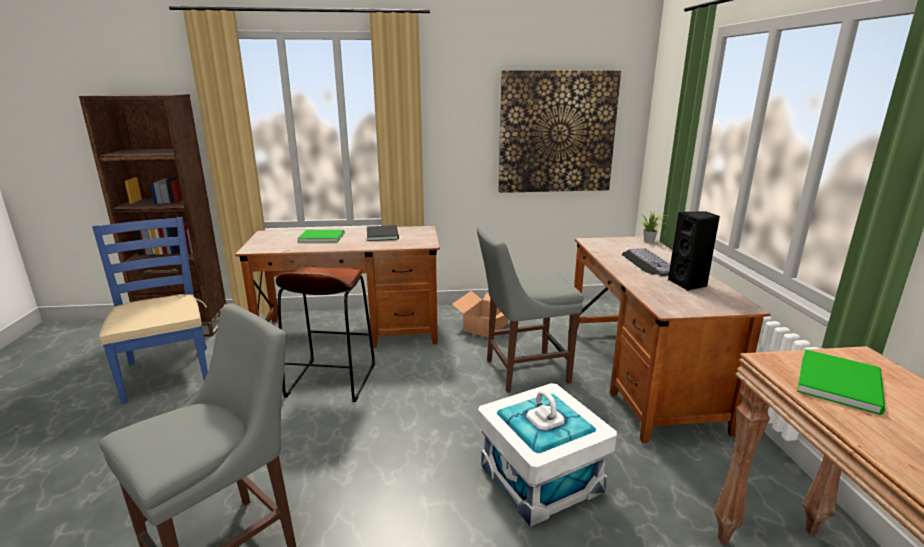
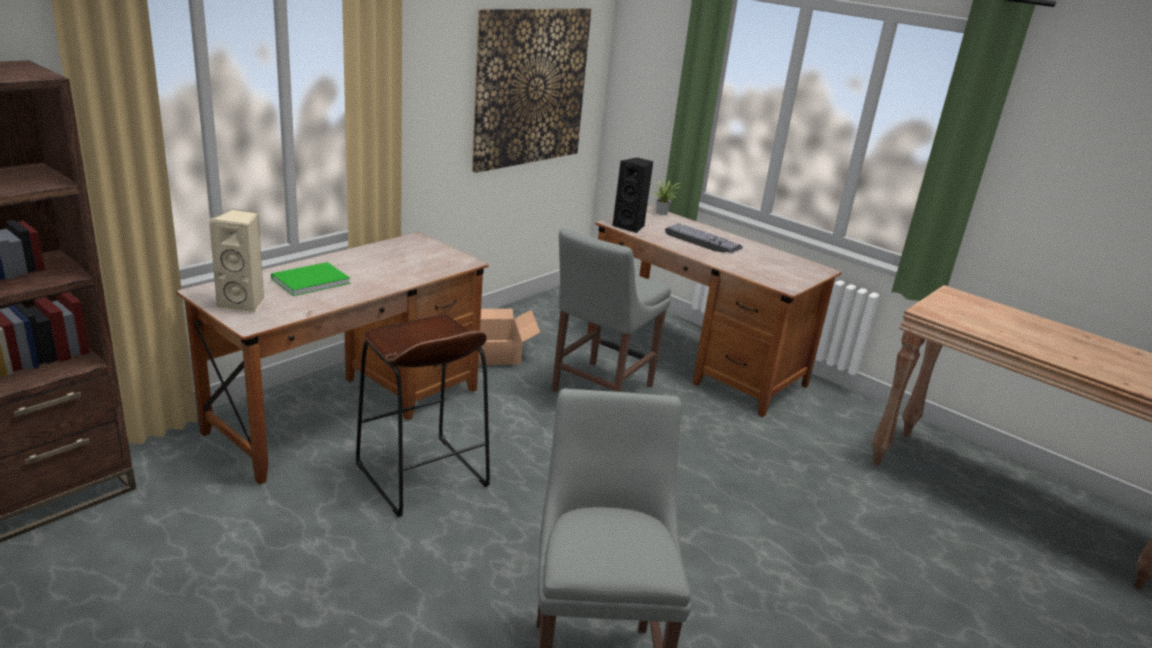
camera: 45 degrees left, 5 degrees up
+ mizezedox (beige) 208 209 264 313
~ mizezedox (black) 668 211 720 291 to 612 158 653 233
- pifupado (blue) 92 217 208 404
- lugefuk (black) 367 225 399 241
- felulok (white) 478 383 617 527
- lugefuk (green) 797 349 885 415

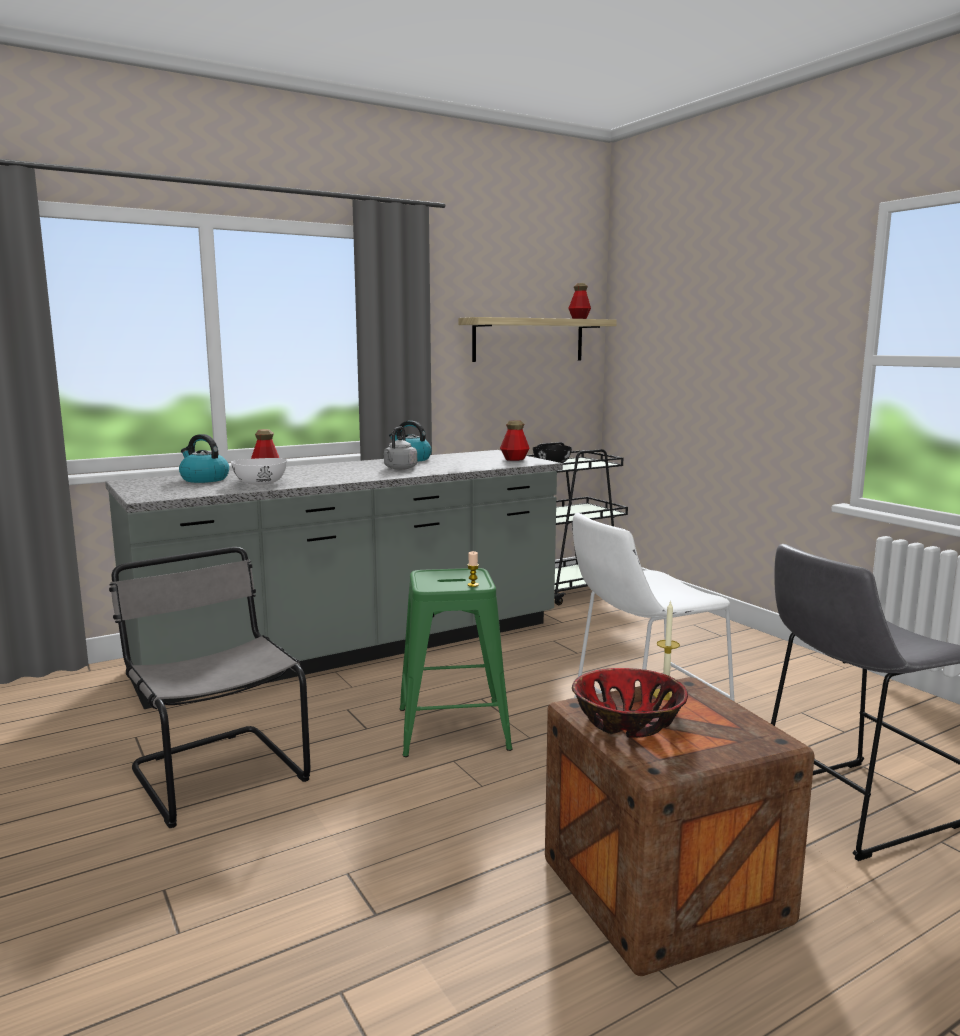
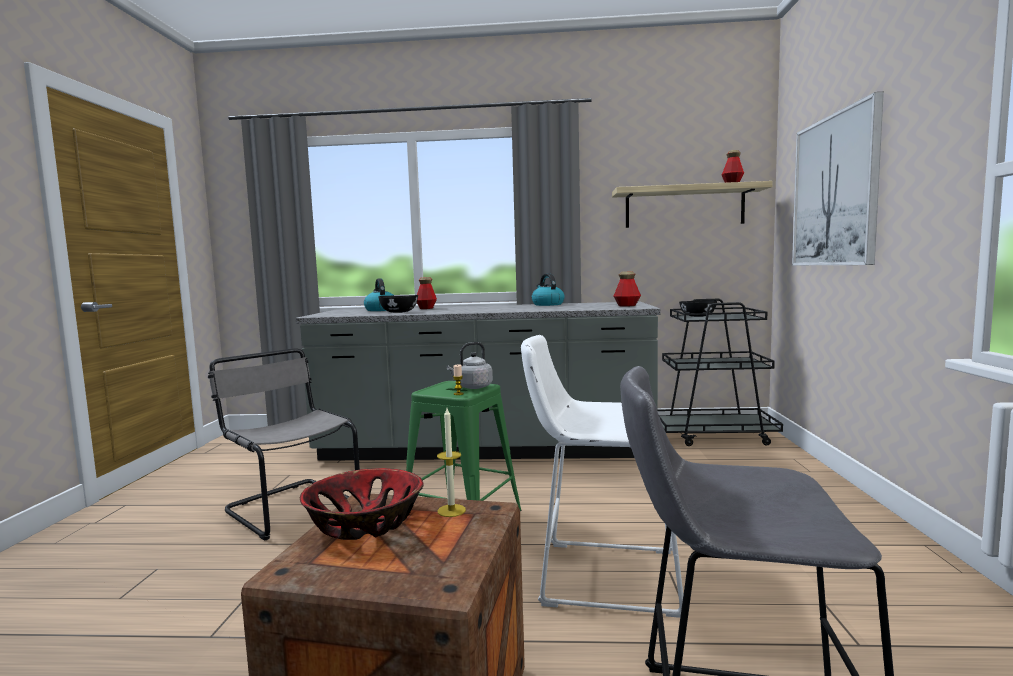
camera: 35 degrees right, 5 degrees down
~ pifupado (grey) 109 547 310 828 = 208 348 360 540 45 degrees counterclockwise
~ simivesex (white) 231 458 287 485 to simivesex (black) 378 295 418 313
~ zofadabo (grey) 384 426 417 470 to 446 342 493 389
+ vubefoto 792 91 884 265

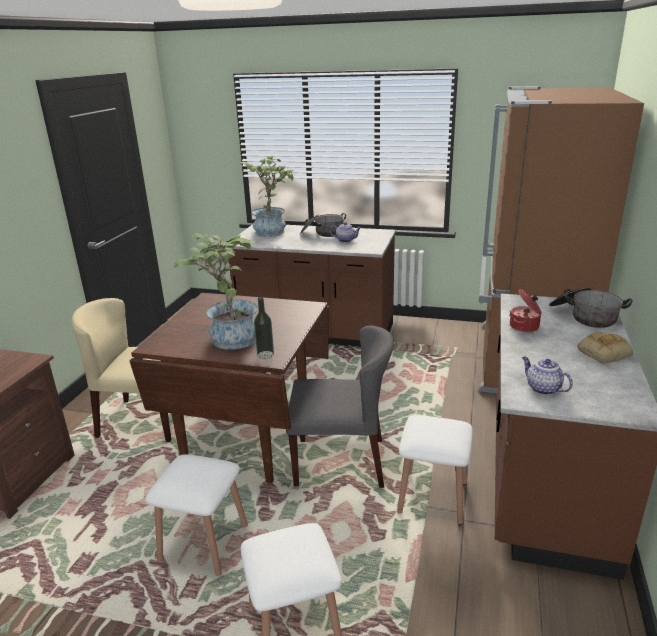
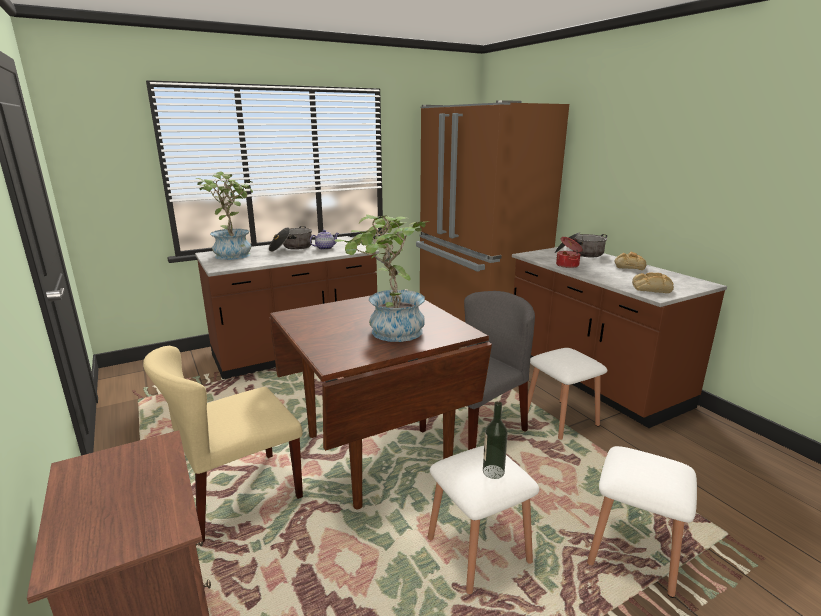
camera: 45 degrees left, 5 degrees down
~ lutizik 254 297 274 359 to 483 401 508 479
~ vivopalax 522 356 573 395 to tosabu 632 273 674 293

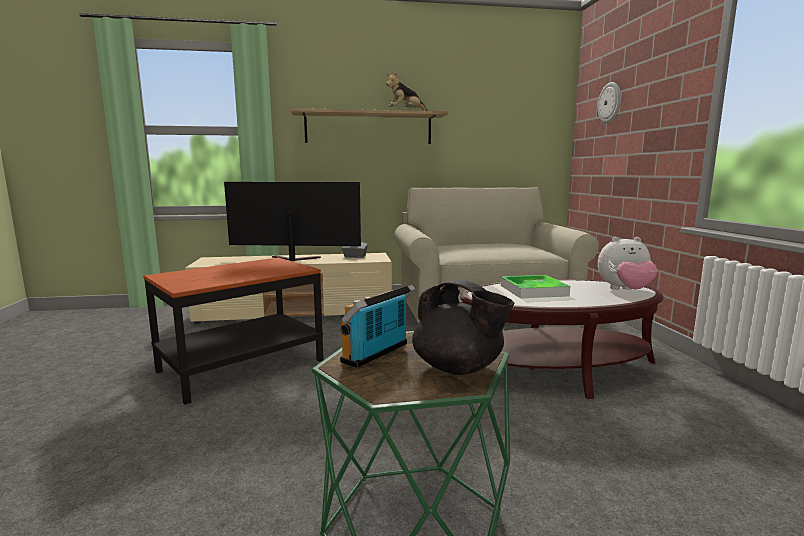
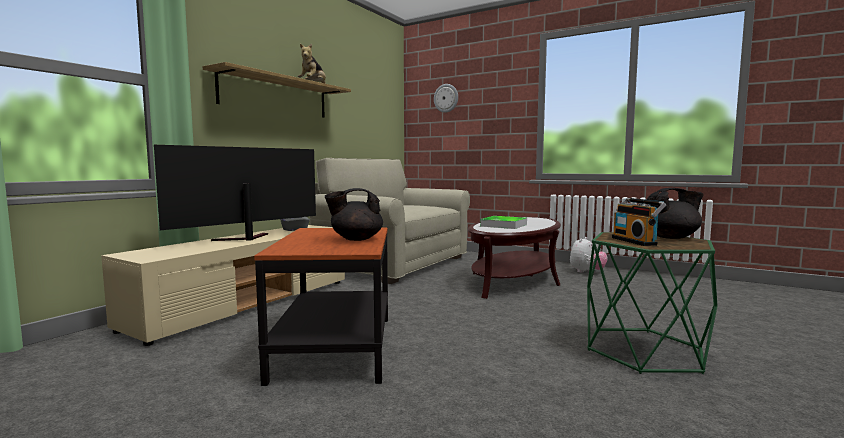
camera: 50 degrees left, 5 degrees down
+ vivopalax (black) 325 188 383 241
~ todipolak 598 237 657 290 to 570 237 608 273

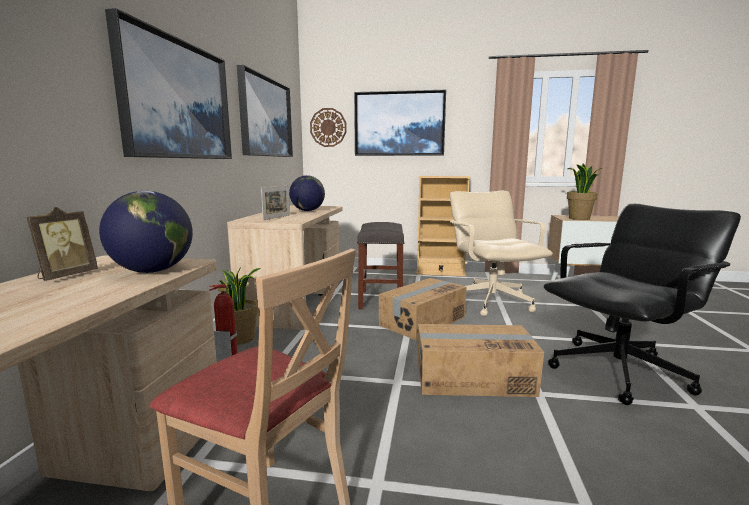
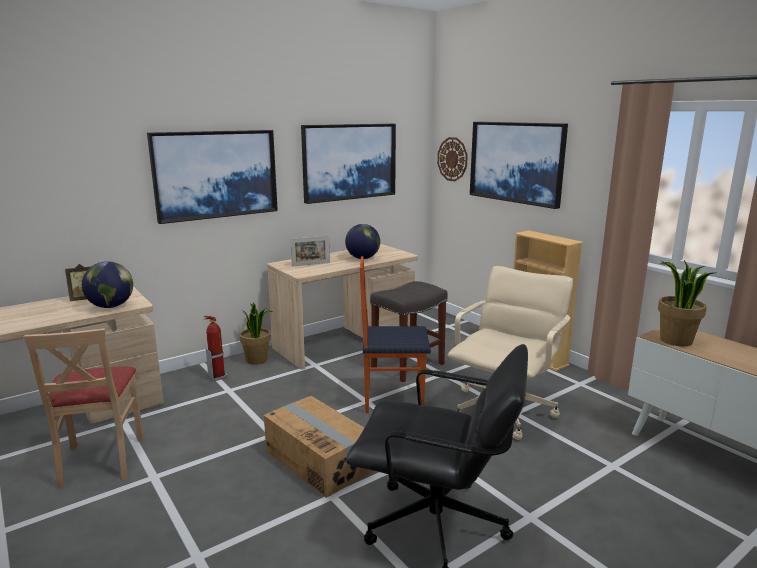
camera: 45 degrees right, 5 degrees up
~ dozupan 379 278 467 340 to pifupado 360 256 431 413

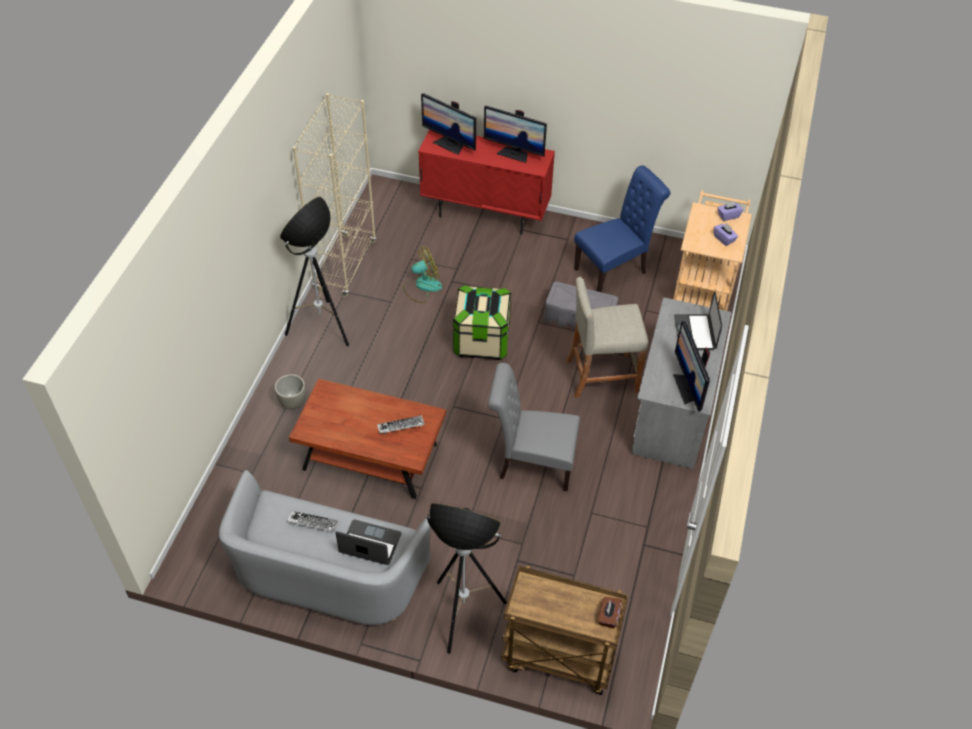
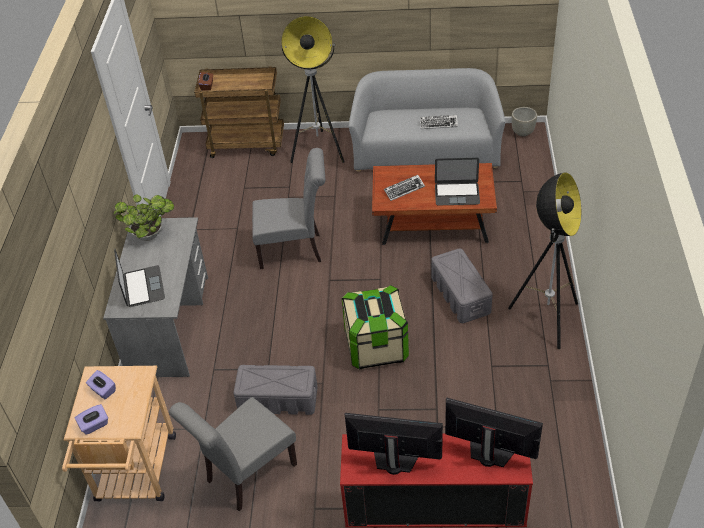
camera: 170 degrees right, 5 degrees down
~ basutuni 673 321 710 412 to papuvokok 114 195 174 241
~ pifupado (blue) 574 165 671 292 to pifupado (grey) 169 397 297 511
+ felulok (grey) 431 248 493 323
~ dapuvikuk 335 520 402 565 to 435 158 480 205
~ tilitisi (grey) 275 374 306 409 to 512 107 537 137
- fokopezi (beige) 293 93 377 297
- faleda 403 246 442 303
- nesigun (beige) 566 277 649 398

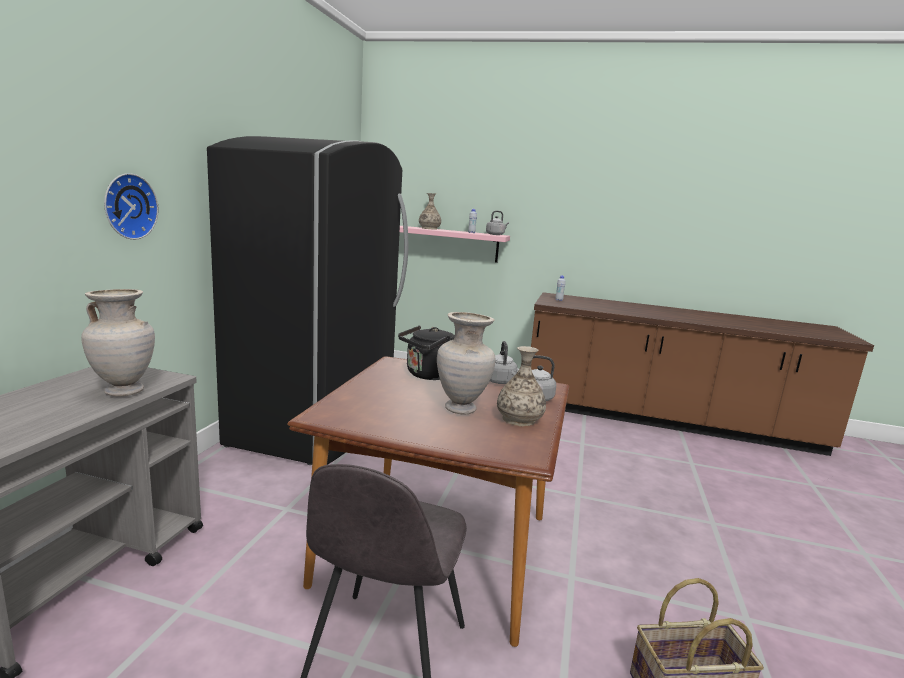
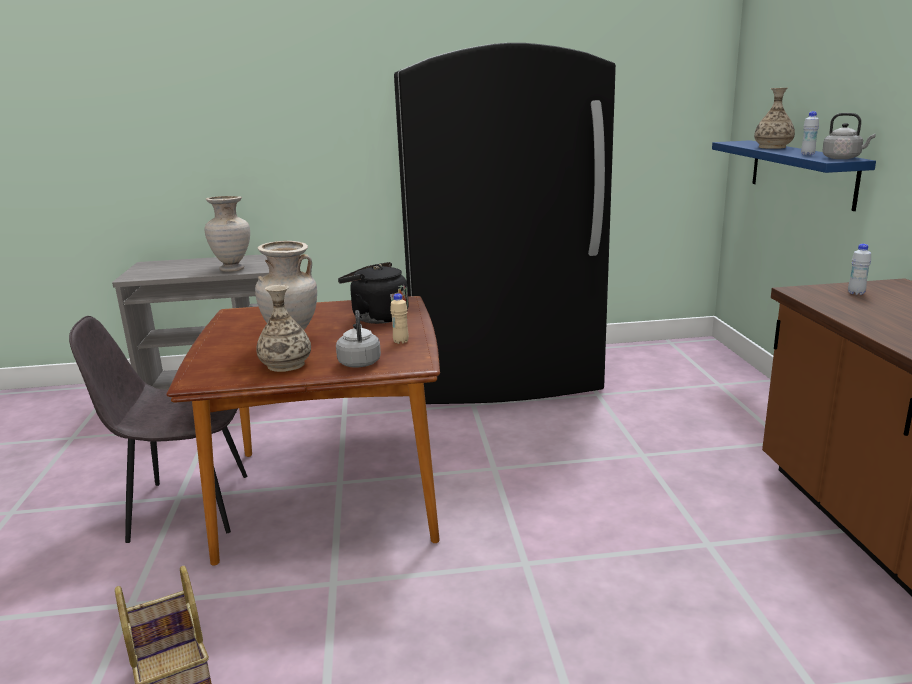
camera: 70 degrees right, 5 degrees up
~ zofadabo (grey) 490 341 518 384 to lutizik (beige) 390 293 409 344
~ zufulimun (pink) 400 226 510 263 to zufulimun (blue) 712 140 876 211
- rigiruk 104 173 159 240

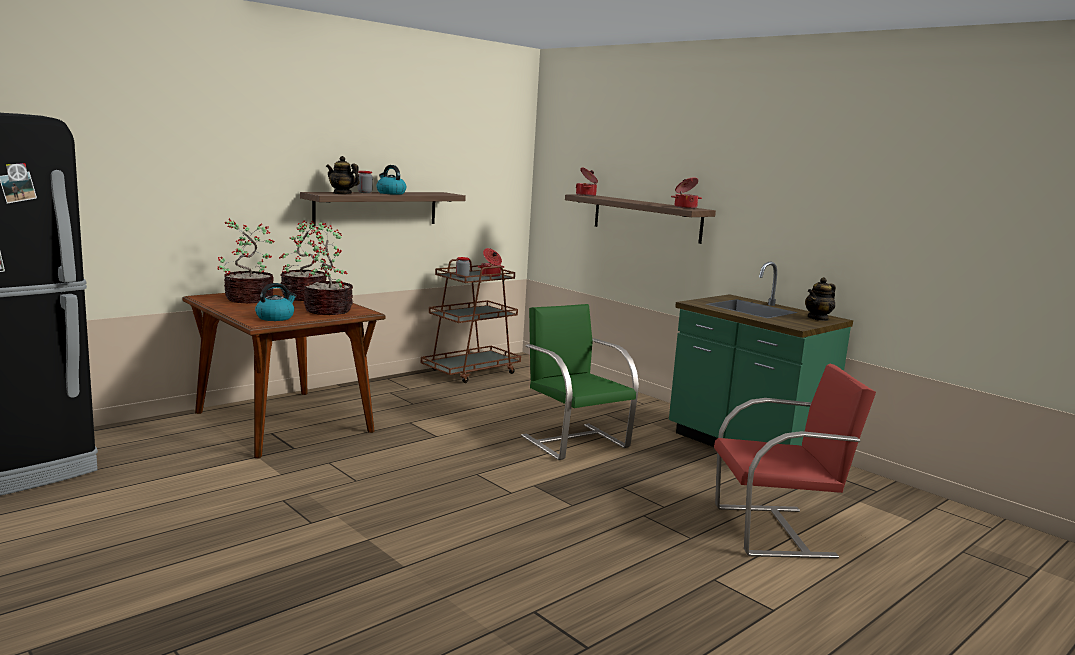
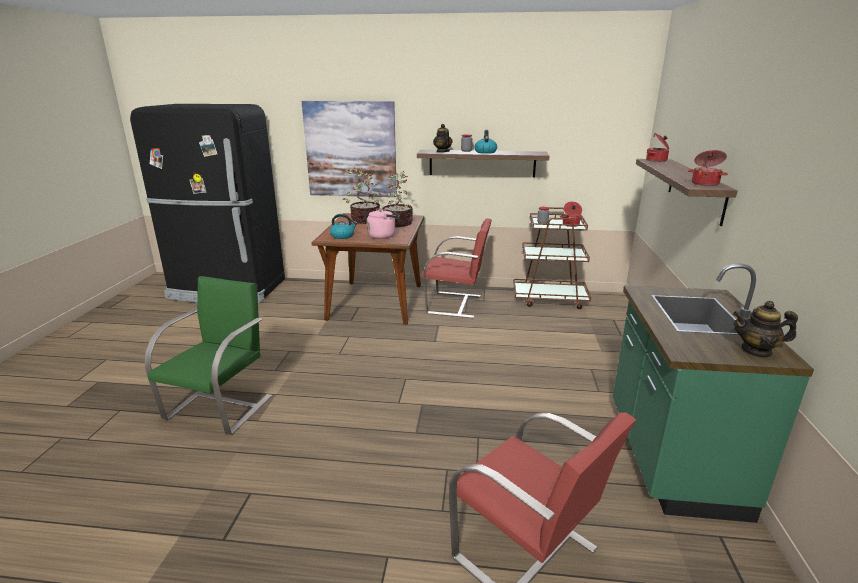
camera: 50 degrees right, 10 degrees up
~ pifupado (green) 521 304 639 460 to 145 276 272 435
+ vubefoto 302 101 397 197
~ papuvokok 303 225 353 315 to zofadabo (pink) 367 208 400 239
+ pifupado (red) 421 218 492 318

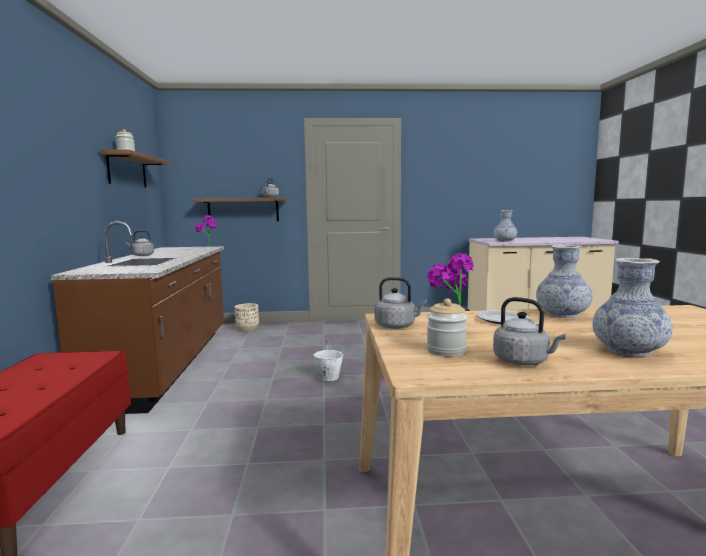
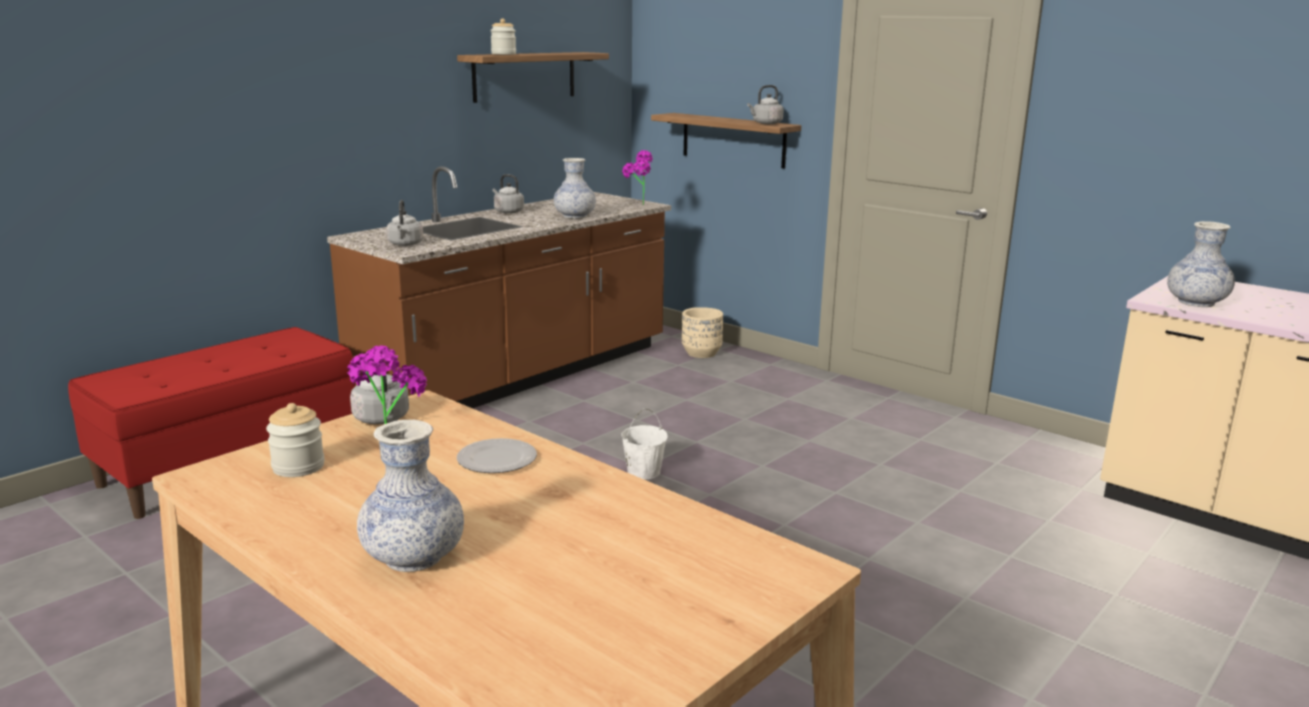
camera: 45 degrees right, 10 degrees up
~ zofadabo (grey) 493 297 566 366 to 387 200 423 246
~ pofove 536 245 593 318 to 554 158 596 219

